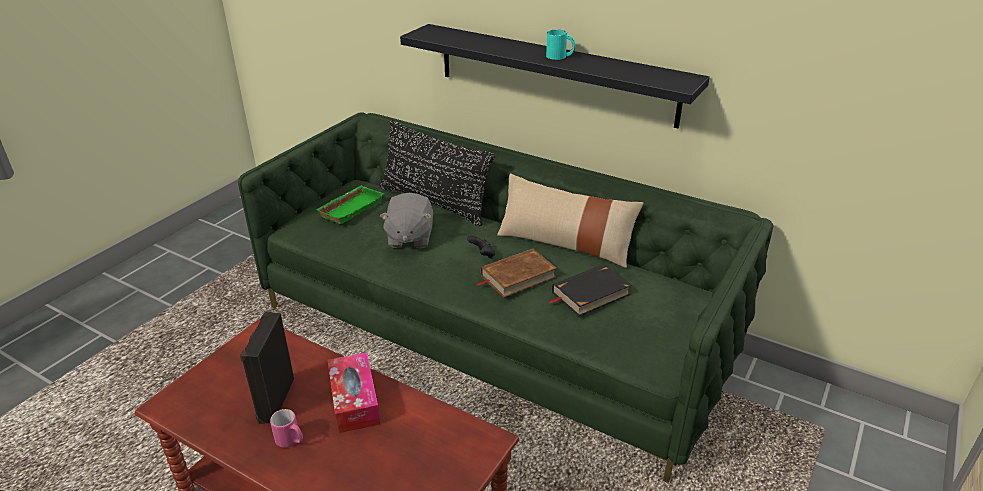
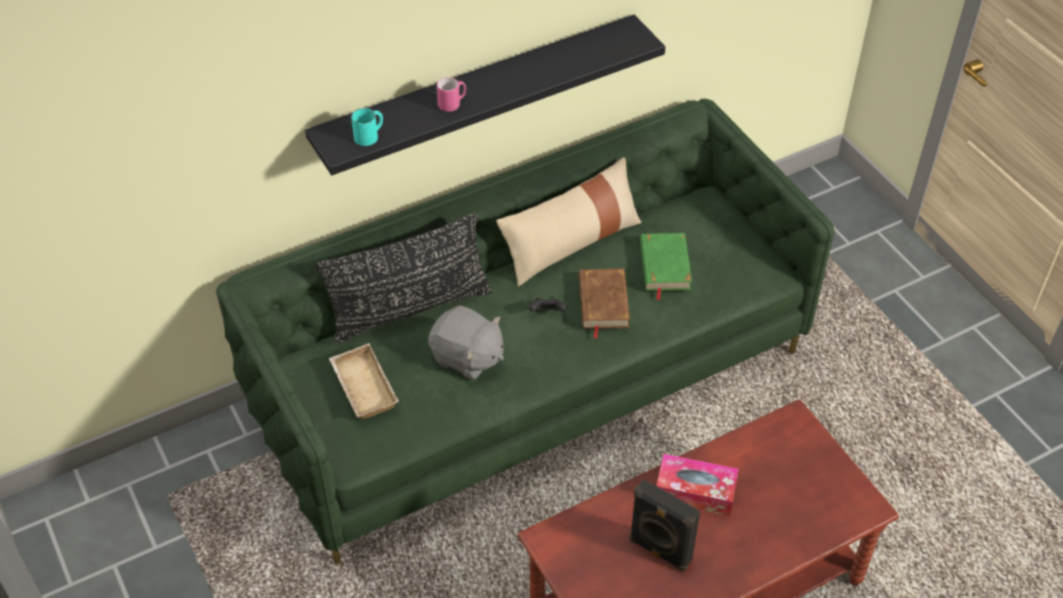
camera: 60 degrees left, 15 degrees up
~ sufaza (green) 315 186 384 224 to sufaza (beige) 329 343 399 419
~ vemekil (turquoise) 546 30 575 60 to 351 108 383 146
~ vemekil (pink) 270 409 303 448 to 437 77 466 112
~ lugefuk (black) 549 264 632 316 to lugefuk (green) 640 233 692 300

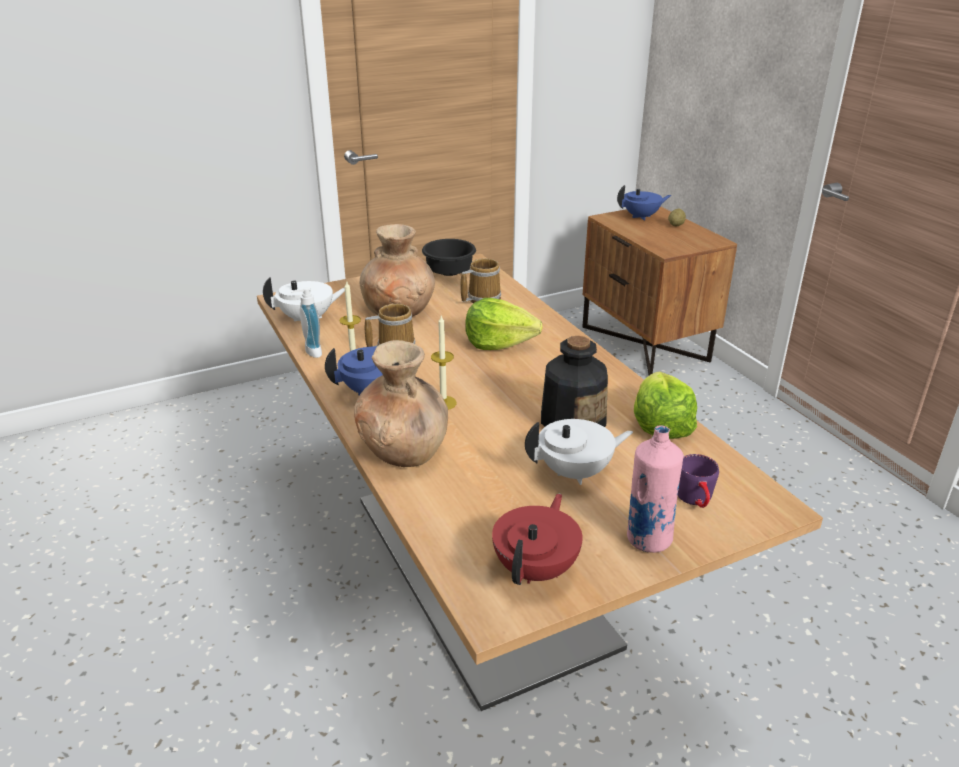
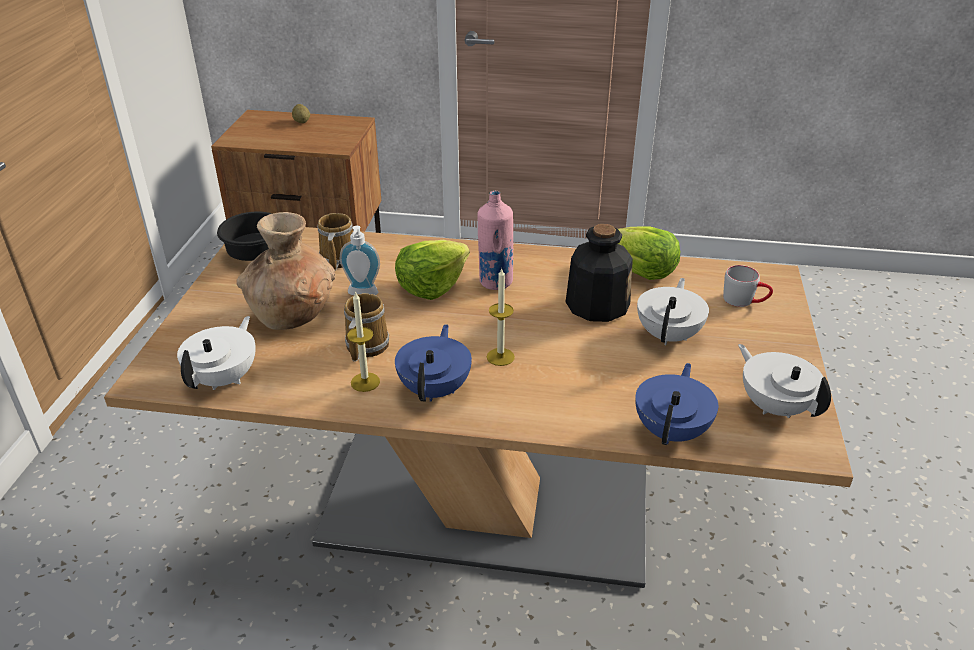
camera: 55 degrees left, 5 degrees up
~ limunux 291 287 322 358 to 340 226 380 295
~ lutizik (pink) 627 425 684 553 to 477 191 513 290
~ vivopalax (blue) 617 185 671 221 to 635 363 718 445
~ vemekil (purple) 678 454 719 508 to vemekil (grey) 723 265 773 307
~ vivopalax (red) 492 494 583 585 to vivopalax (white) 738 344 831 418
- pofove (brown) 354 340 448 467

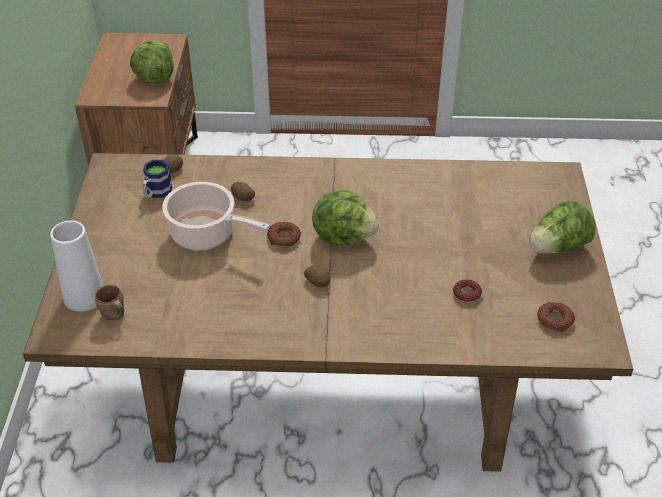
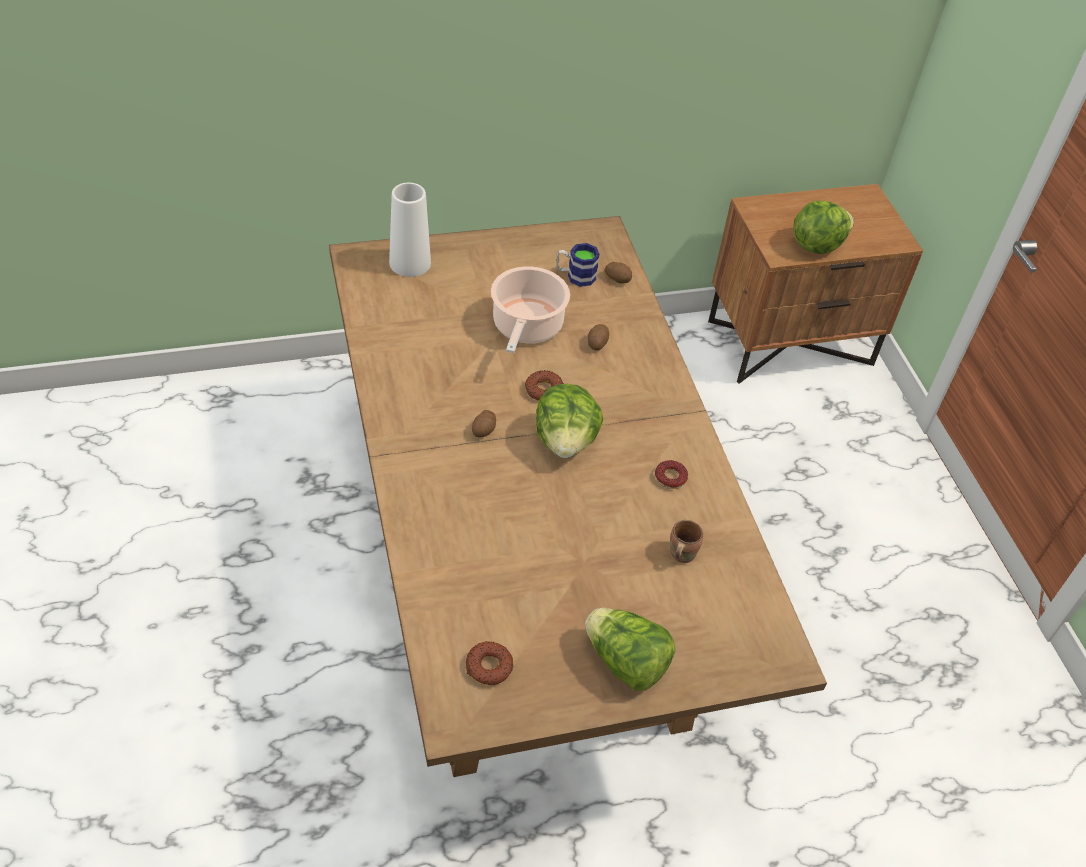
camera: 70 degrees right, 5 degrees up
~ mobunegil 453 279 482 303 to 655 460 688 489
~ vemekil (brown) 95 285 124 322 to 670 520 703 563

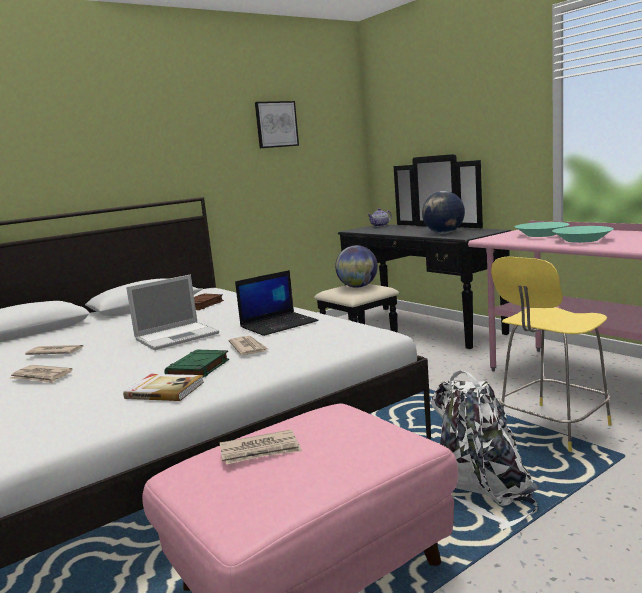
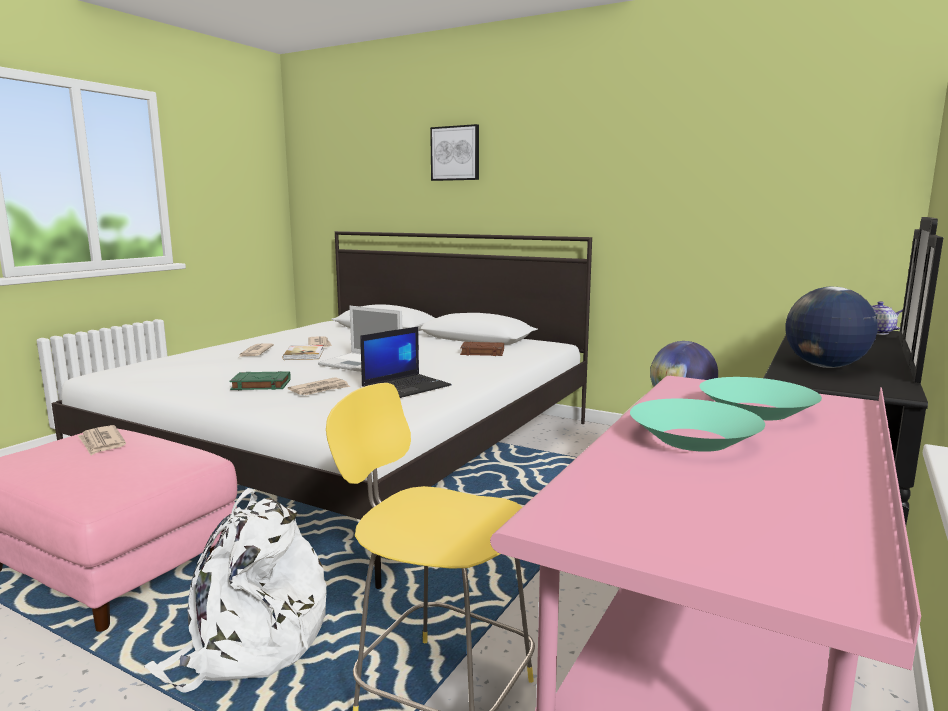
camera: 65 degrees right, 0 degrees up
~ lugefuk 123 374 204 401 to 283 345 323 360
~ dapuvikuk 235 270 318 336 = 360 327 452 398 75 degrees counterclockwise
~ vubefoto 255 101 299 148 to 430 124 479 181

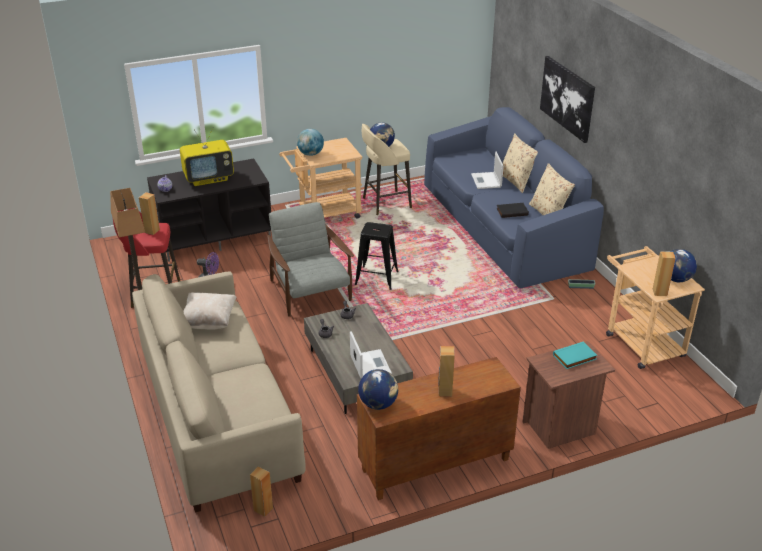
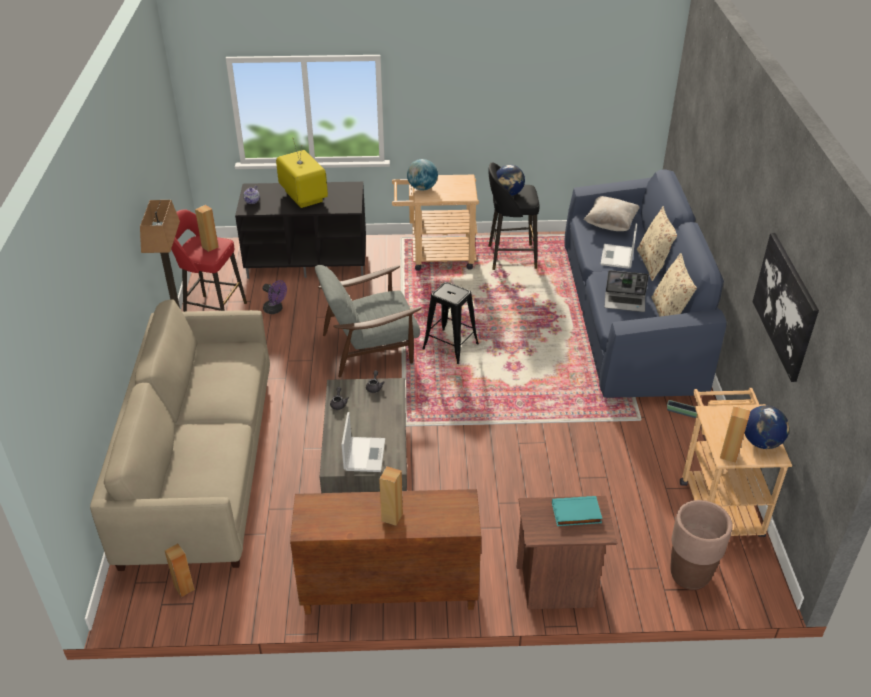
camera: 20 degrees right, 5 degrees up
~ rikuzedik 180 127 234 186 = 276 139 328 208 120 degrees counterclockwise
~ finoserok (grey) 267 202 354 317 = 315 265 422 377 105 degrees counterclockwise
~ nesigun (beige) 362 124 412 215 to nesigun (black) 488 162 540 270
~ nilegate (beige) 183 292 236 330 to 584 196 640 231
~ lugefuk (black) 496 203 529 218 to dapuvikuk 604 270 649 312
+ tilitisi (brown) 670 500 733 590
~ vubefoto 540 56 595 143 to 753 233 819 382
- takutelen 358 369 398 410

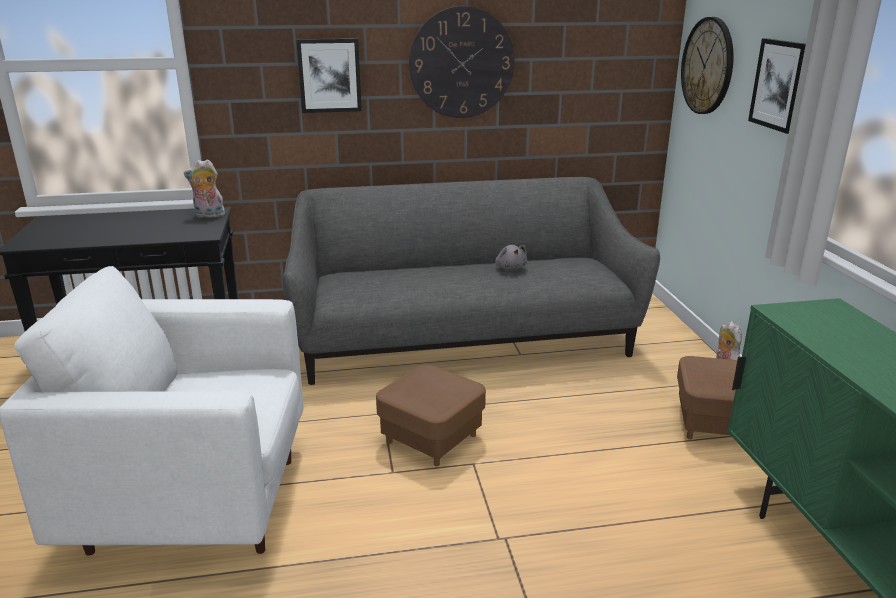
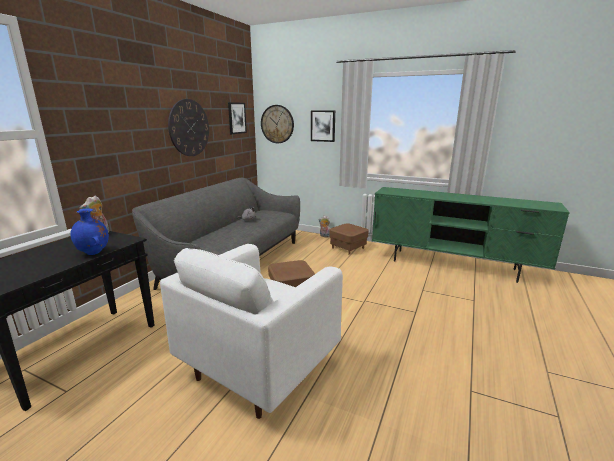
camera: 55 degrees left, 5 degrees down
+ pofove (blue) 70 208 109 255
~ vubefoto 296 38 362 113 to 228 102 247 134

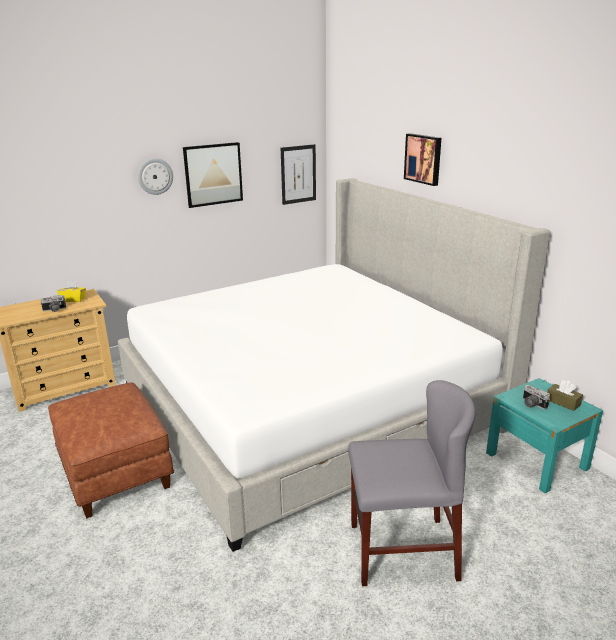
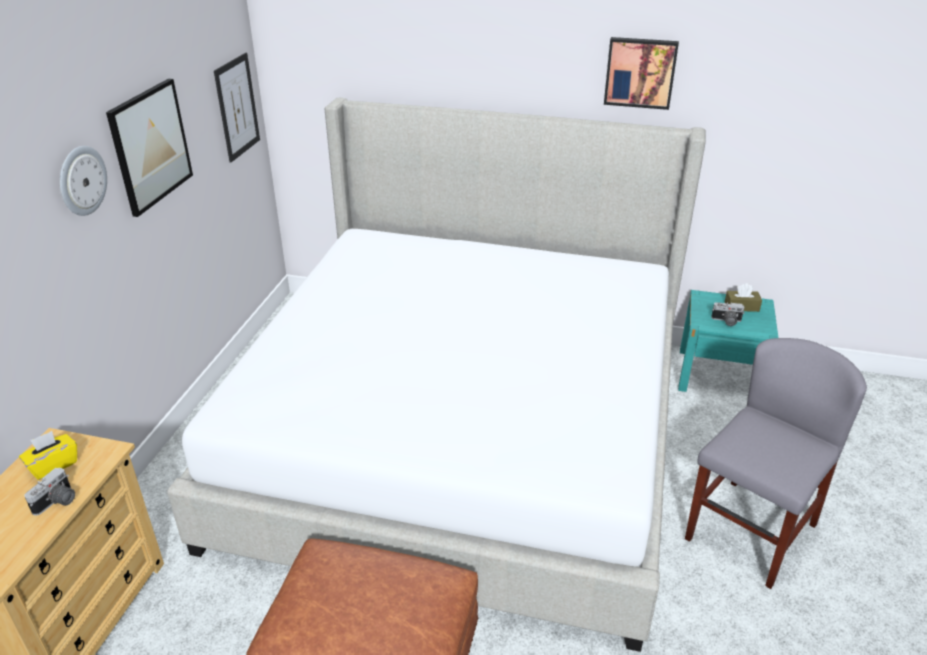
camera: 45 degrees left, 10 degrees up
~ vubefoto 404 133 441 186 to 604 37 679 110

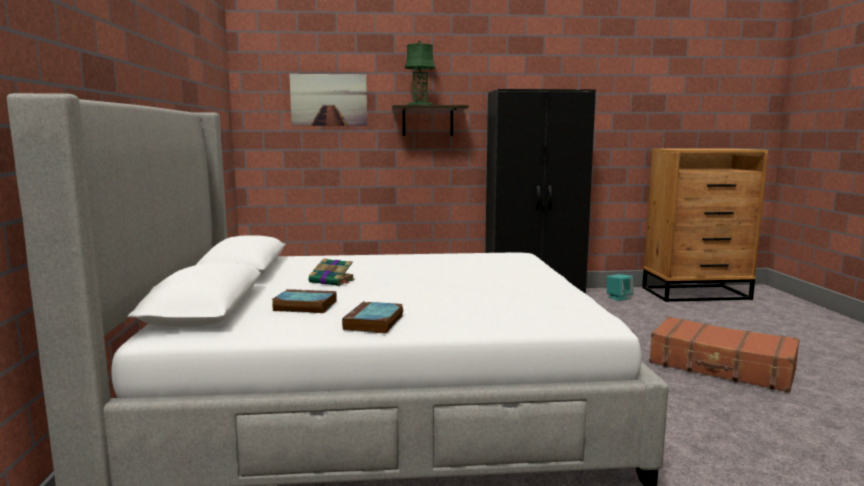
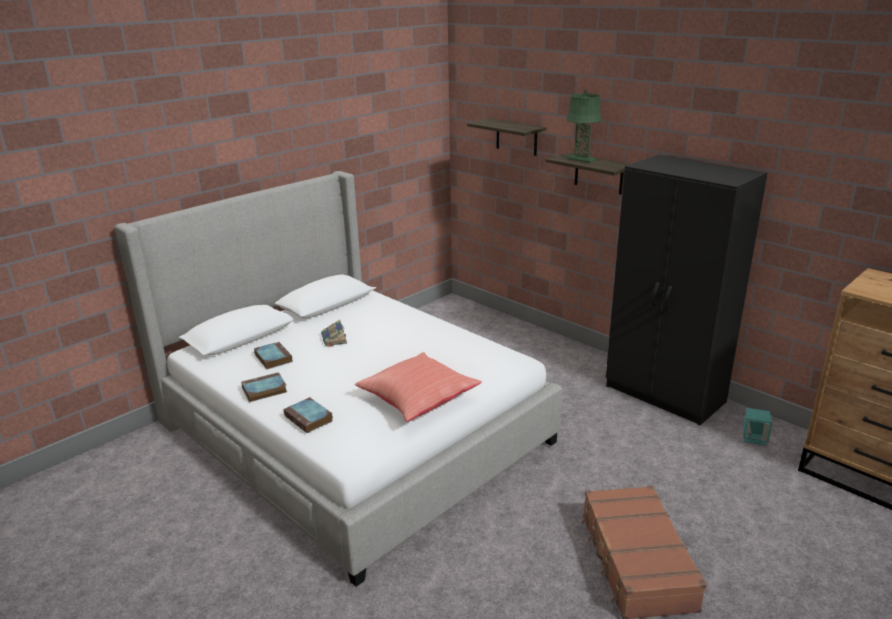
camera: 50 degrees right, 15 degrees up
+ lugefuk 283 397 333 433
+ nilegate (red) 355 352 482 422
~ vubefoto 289 74 367 126 to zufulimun 467 118 546 156

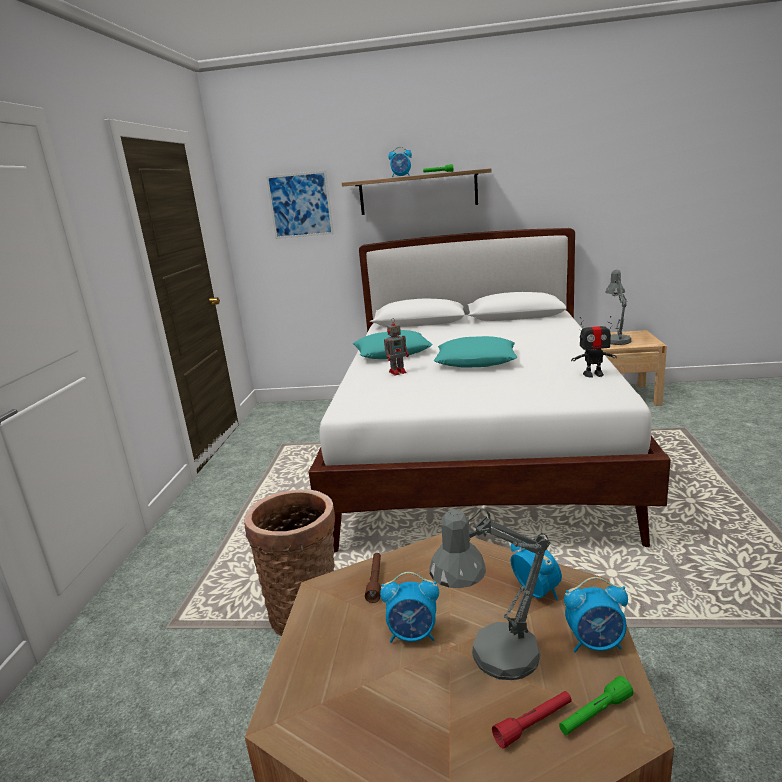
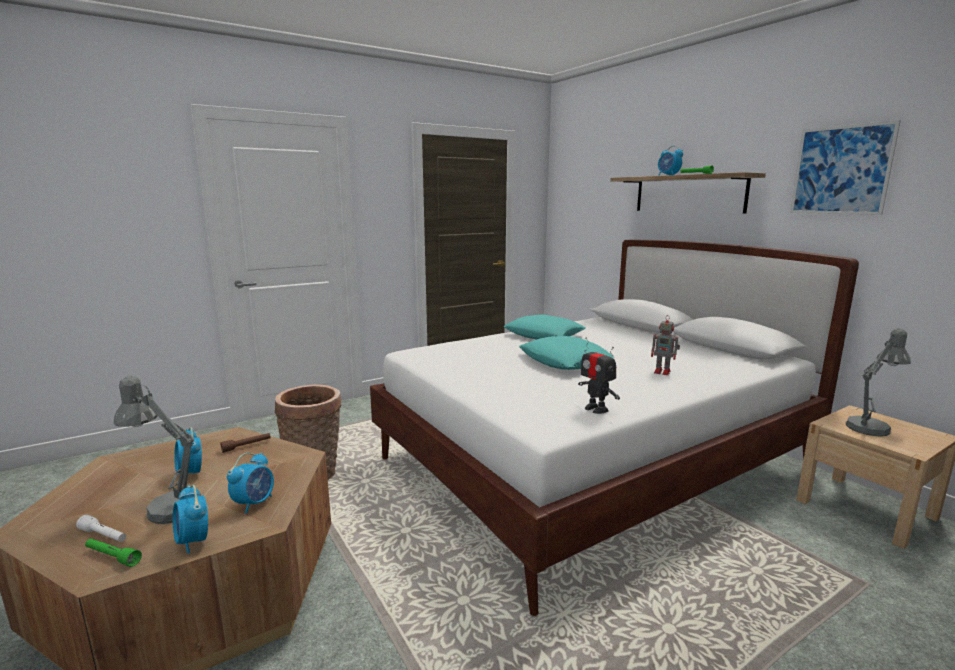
camera: 50 degrees right, 5 degrees down
~ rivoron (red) 492 691 572 749 to rivoron (white) 76 515 126 542
~ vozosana 384 318 409 375 to 651 315 680 375
~ vubefoto 266 170 334 239 to 790 120 901 215

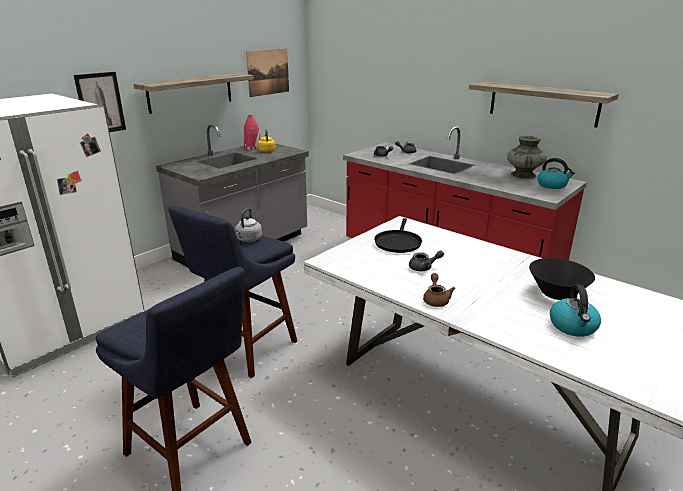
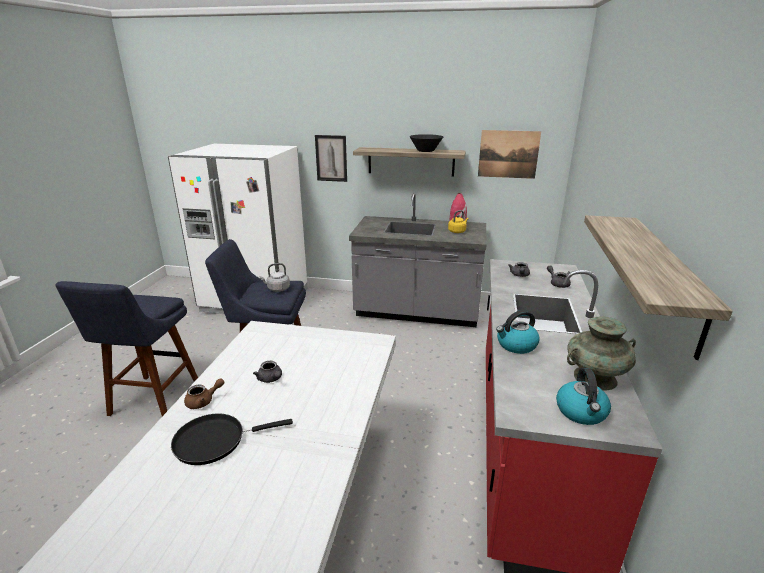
camera: 60 degrees right, 0 degrees up
~ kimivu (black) 374 218 422 253 to 171 413 293 465
~ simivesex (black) 529 258 595 300 to 410 134 443 152
~ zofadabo 550 284 601 337 to 496 310 539 354

